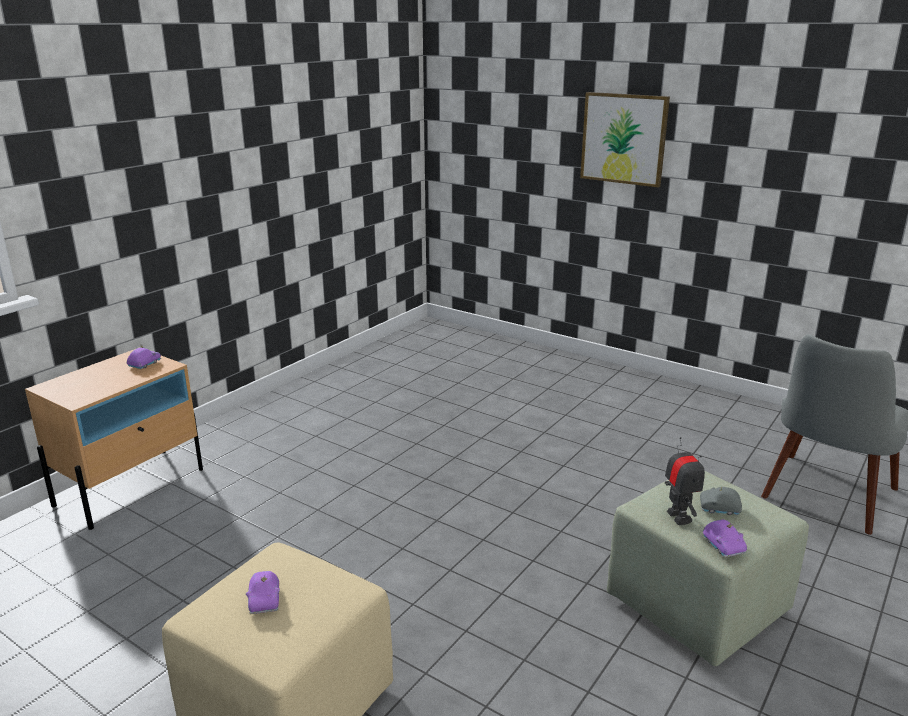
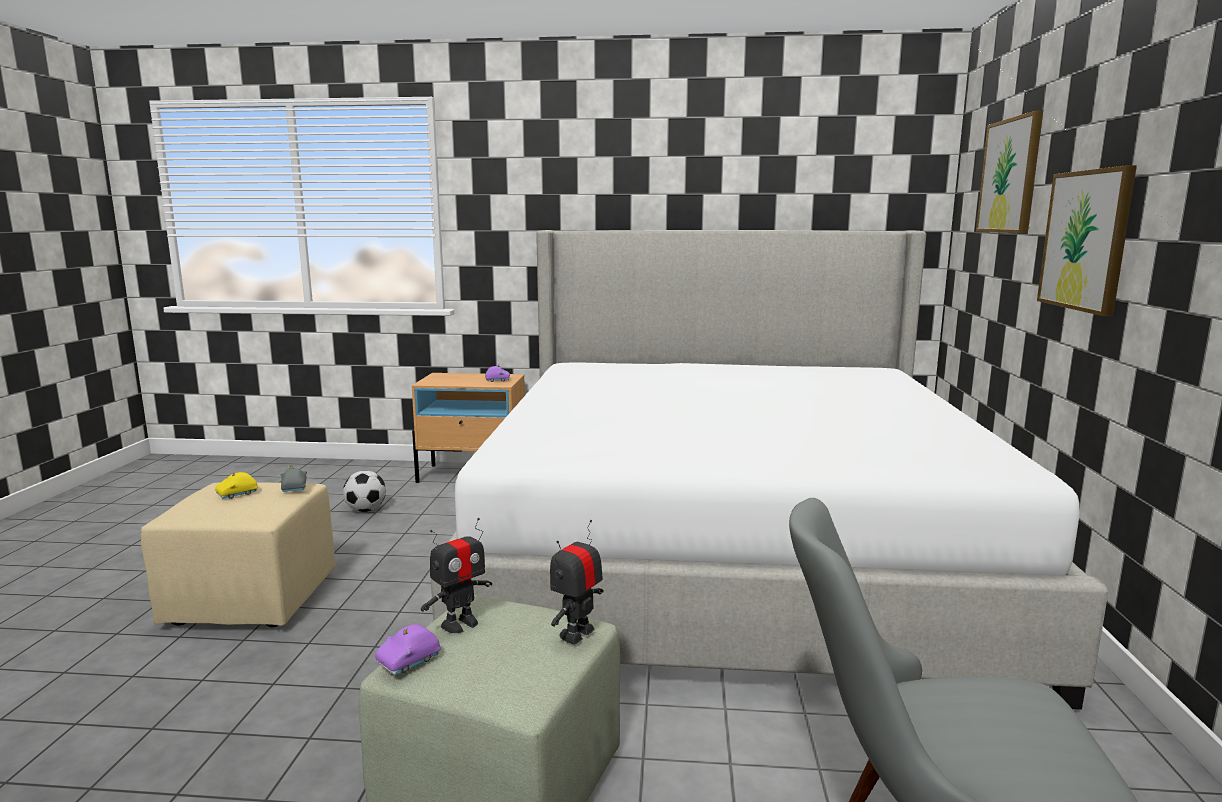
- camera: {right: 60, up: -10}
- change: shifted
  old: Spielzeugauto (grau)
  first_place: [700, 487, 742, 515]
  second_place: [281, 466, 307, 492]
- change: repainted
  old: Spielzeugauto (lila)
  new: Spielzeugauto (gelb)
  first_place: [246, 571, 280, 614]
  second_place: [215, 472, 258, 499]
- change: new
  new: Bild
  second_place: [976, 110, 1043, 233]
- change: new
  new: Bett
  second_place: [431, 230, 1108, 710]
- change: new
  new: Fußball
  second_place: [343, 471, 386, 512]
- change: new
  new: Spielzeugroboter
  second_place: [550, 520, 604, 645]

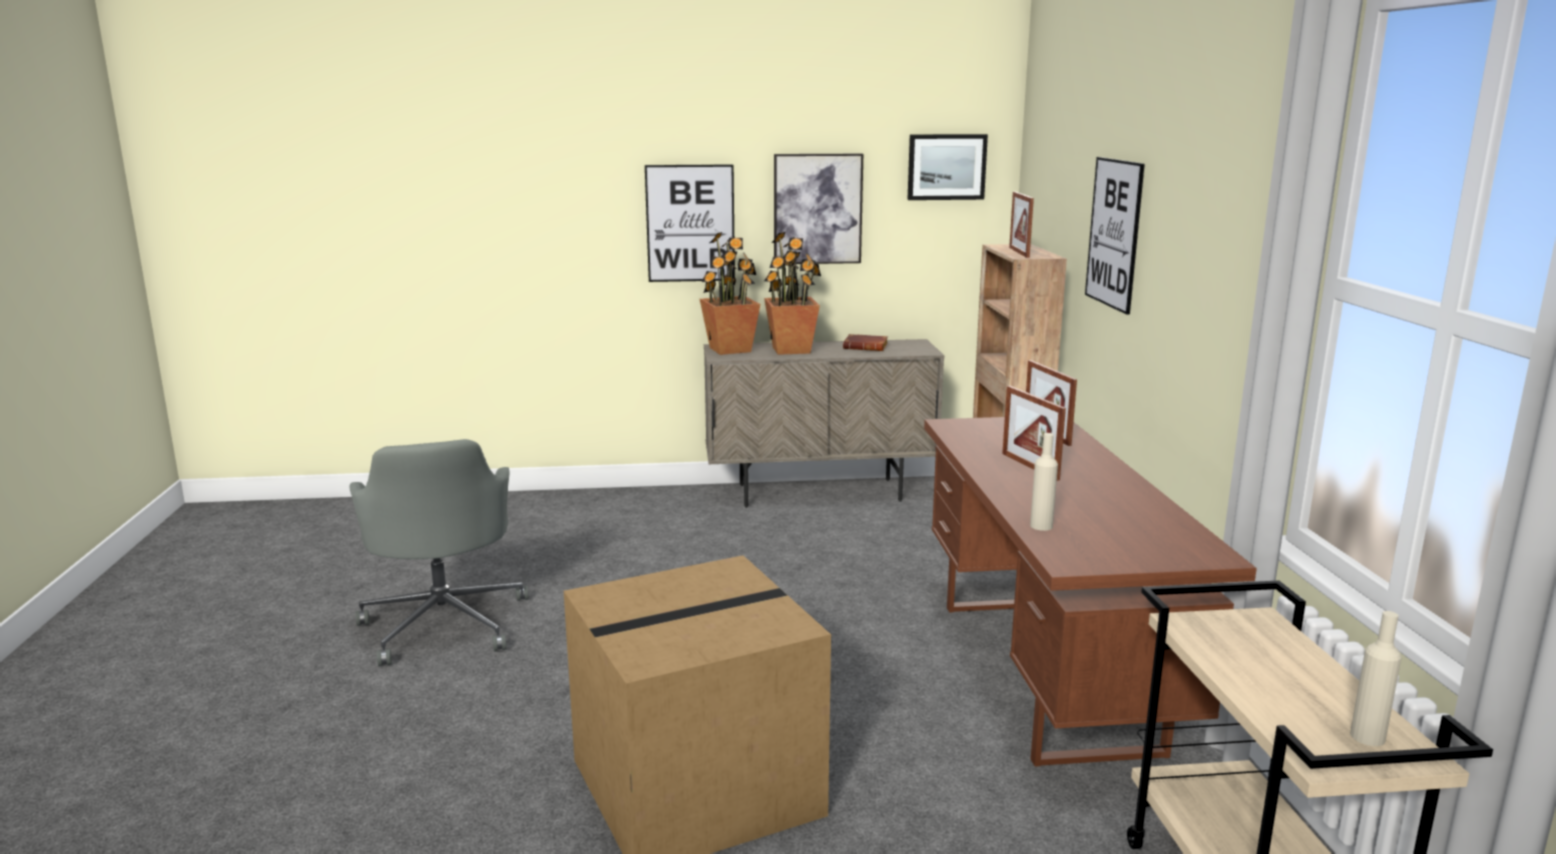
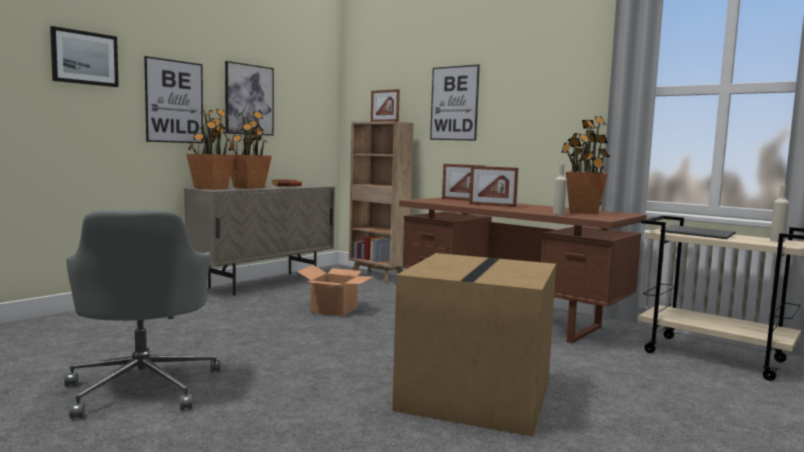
- camera: {right: -45, up: -10}
- change: shifted
  old: Bild
  first_place: [907, 134, 988, 200]
  second_place: [50, 26, 119, 87]
- change: rotated
  old: Bürostuhl (grau)
  first_place: [349, 439, 529, 666]
  second_place: [64, 210, 221, 419]
  degrees: 45
- change: new
  new: Topfpflanze
  second_place: [561, 116, 610, 214]
- change: new
  new: Tastatur
  second_place: [660, 225, 735, 239]
- change: new
  new: Karton
  second_place: [297, 265, 373, 316]

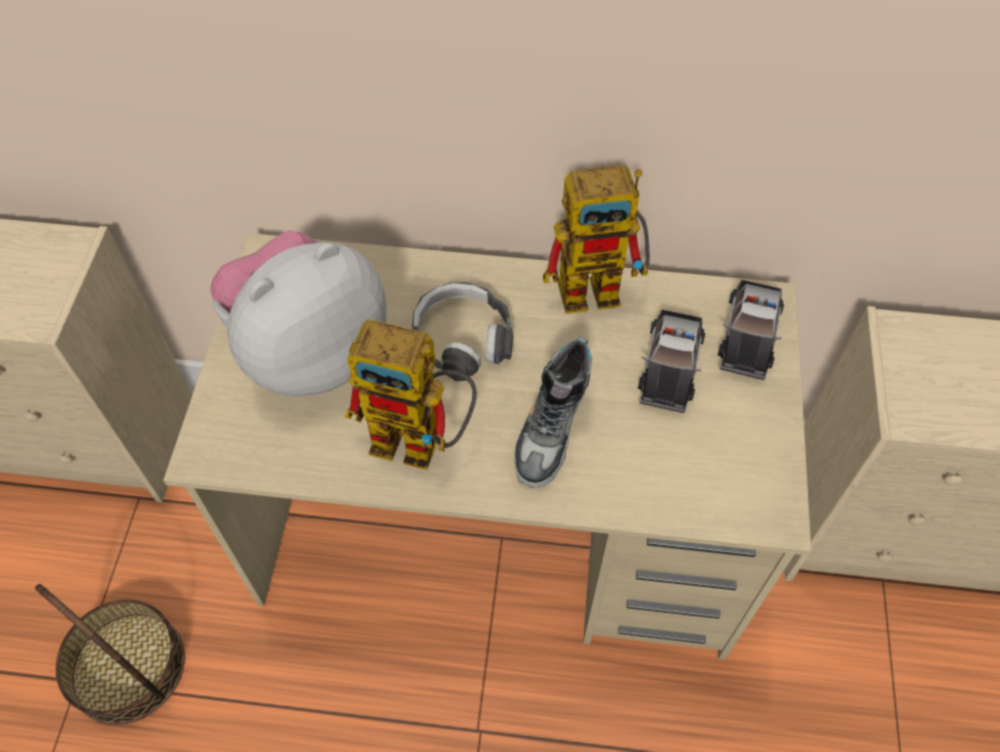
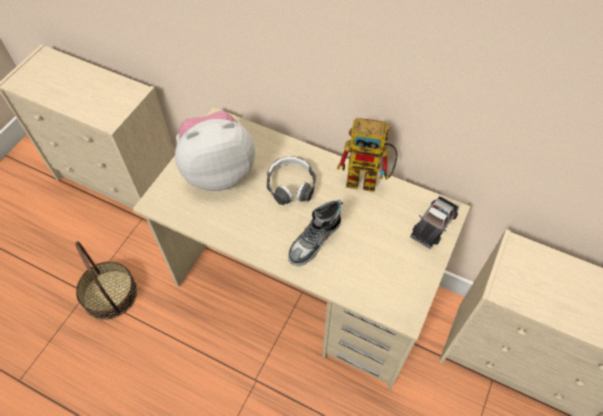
- camera: {right: 20, up: 0}
- change: gone
  old: Spielzeugauto
  first_place: [638, 310, 705, 413]
- change: gone
  old: Spielzeugroboter
  first_place: [345, 319, 477, 470]

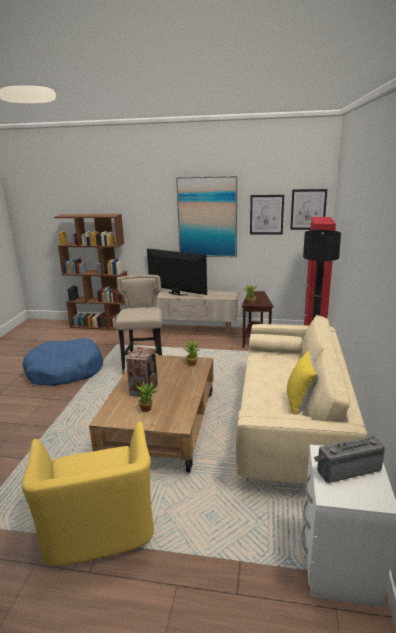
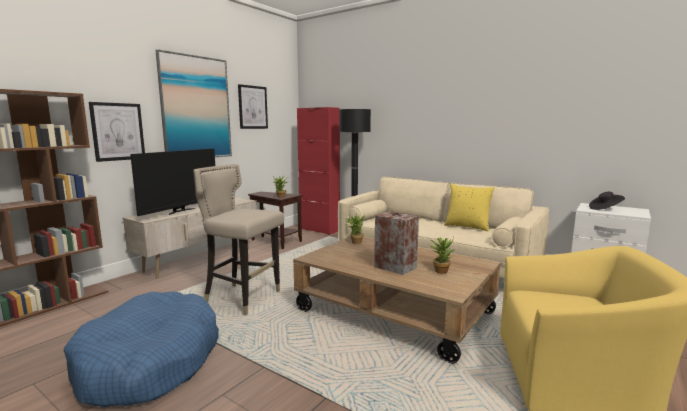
- camera: {right: -65, up: -10}
- change: shifted
  old: Bild
  first_place: [290, 189, 327, 230]
  second_place: [89, 102, 145, 162]
- change: rotated
  old: Fernseher
  first_place: [147, 249, 207, 296]
  second_place: [130, 148, 215, 216]
  degrees: 150
- change: swapped
  old: Radio
  new: Hut (schwarz)
  first_place: [314, 435, 385, 483]
  second_place: [589, 192, 625, 210]

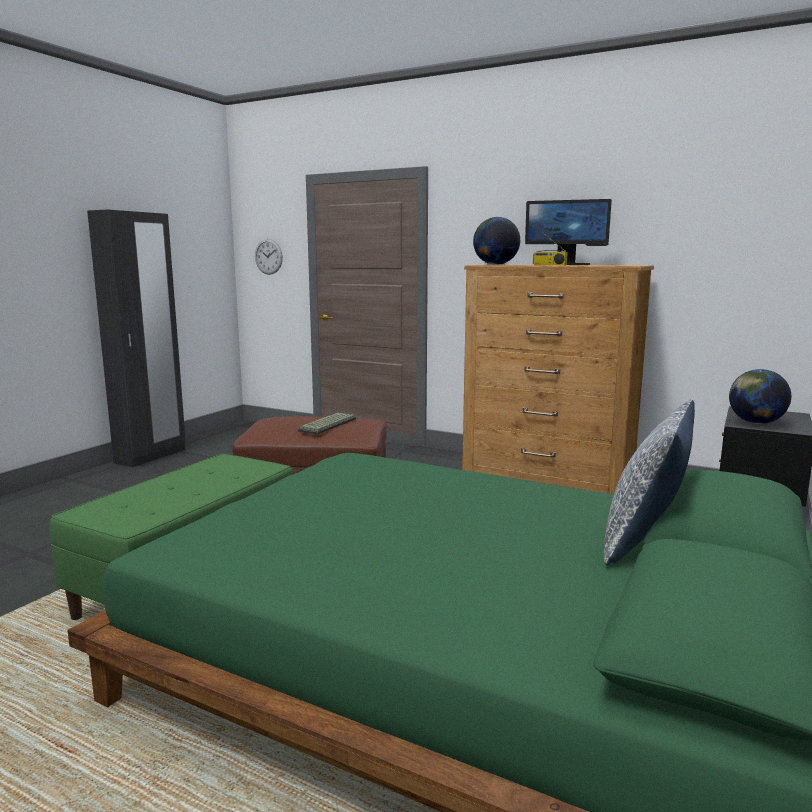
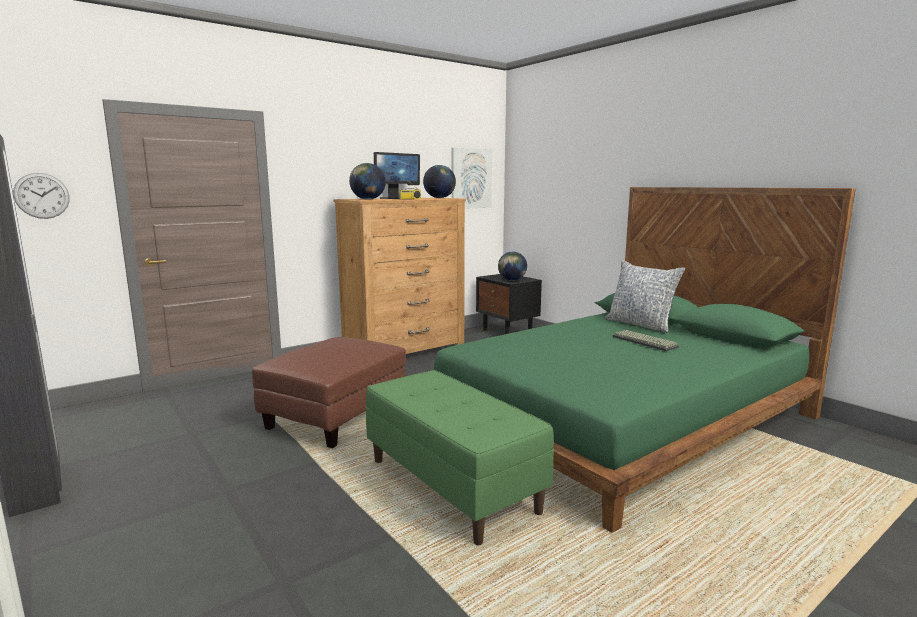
- camera: {right: -65, up: 0}
- change: shifted
  old: Tastatur
  first_place: [298, 413, 356, 434]
  second_place: [613, 330, 679, 351]
- change: new
  new: Bild
  second_place: [452, 148, 492, 209]
- change: new
  new: Globus
  second_place: [423, 165, 456, 198]

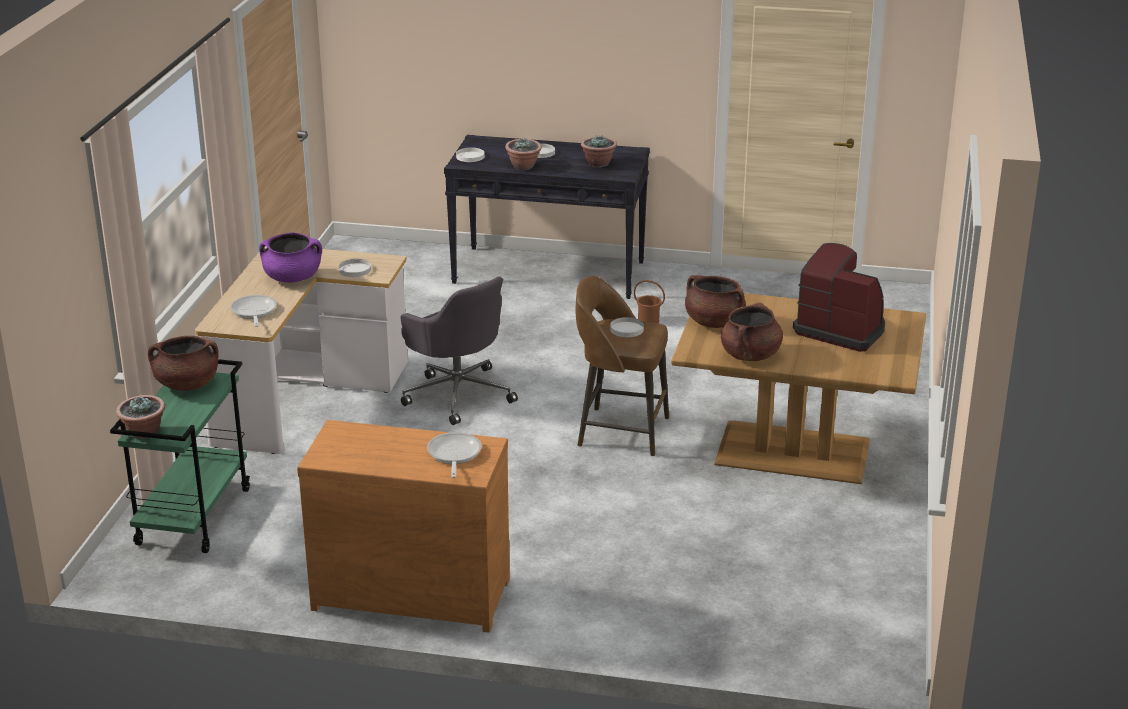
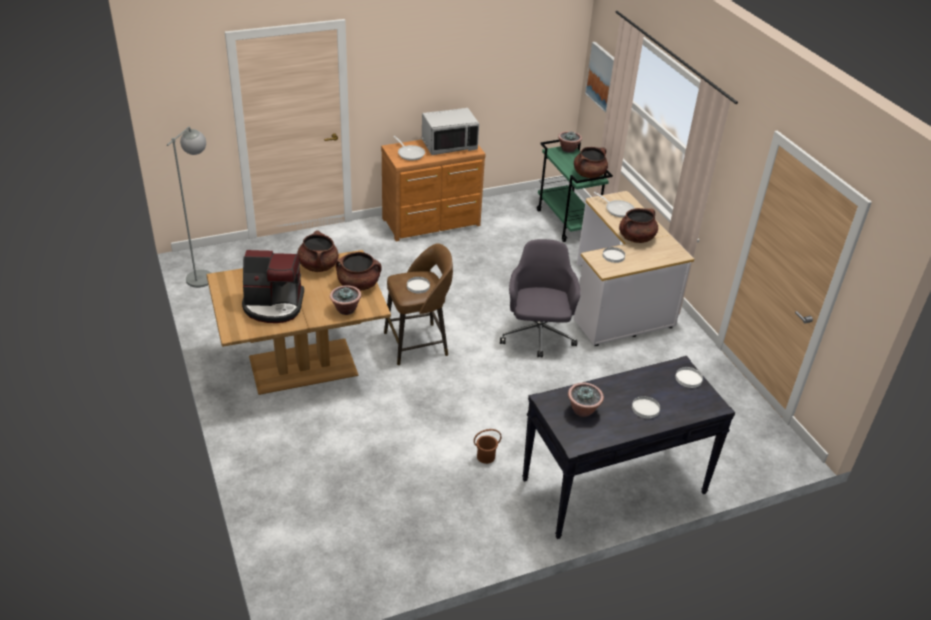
- camera: {right: 145, up: 10}
- change: shifted
  old: Topfpflanze
  first_place: [505, 138, 542, 170]
  second_place: [330, 285, 361, 315]
- change: repainted
  old: Kochtopf (lila)
  new: Kochtopf (braun)
  first_place: [259, 232, 322, 283]
  second_place: [619, 208, 658, 243]
- change: rotated
  old: Bürostuhl (grau)
  first_place: [400, 276, 518, 425]
  second_place: [500, 239, 581, 358]
  degrees: 75
- change: new
  new: Bild
  second_place: [585, 42, 614, 113]
- change: new
  new: Mikrowelle (grau)
  second_place: [422, 108, 479, 155]
- change: new
  new: Stehlampe (grau)
  second_place: [167, 126, 211, 288]

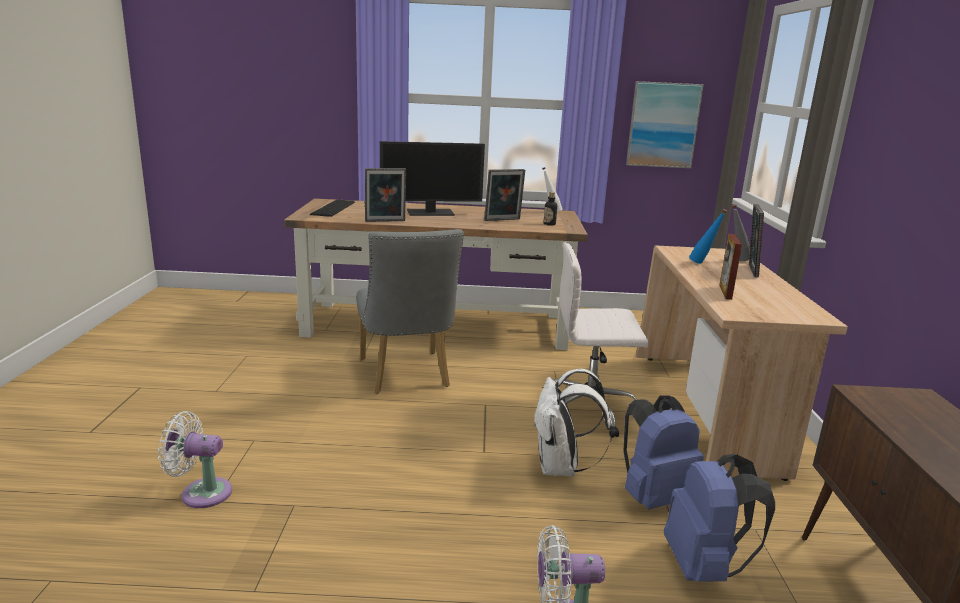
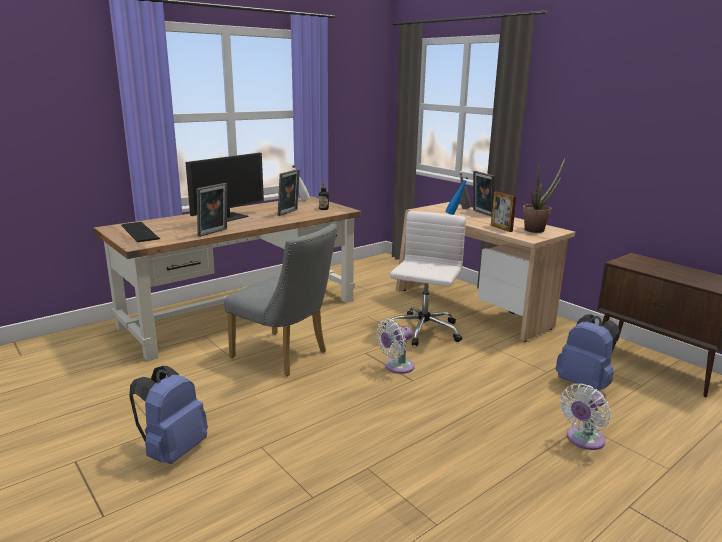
- camera: {right: -40, up: 0}
- change: gone
  old: Bild
  first_place: [626, 81, 704, 168]
- change: rotated
  old: Bürostuhl (weiß)
  first_place: [543, 242, 649, 438]
  second_place: [383, 211, 466, 346]
  degrees: 150
- change: gone
  old: Rucksack (weiß)
  first_place: [533, 369, 612, 477]
- change: shifted
  old: Rucksack (blau)
  first_place: [624, 396, 704, 509]
  second_place: [129, 366, 208, 464]
- change: shifted
  old: Ventilator (weiß)
  first_place: [158, 411, 232, 508]
  second_place: [376, 319, 415, 374]
- change: new
  new: Topfpflanze
  second_place: [523, 157, 566, 233]

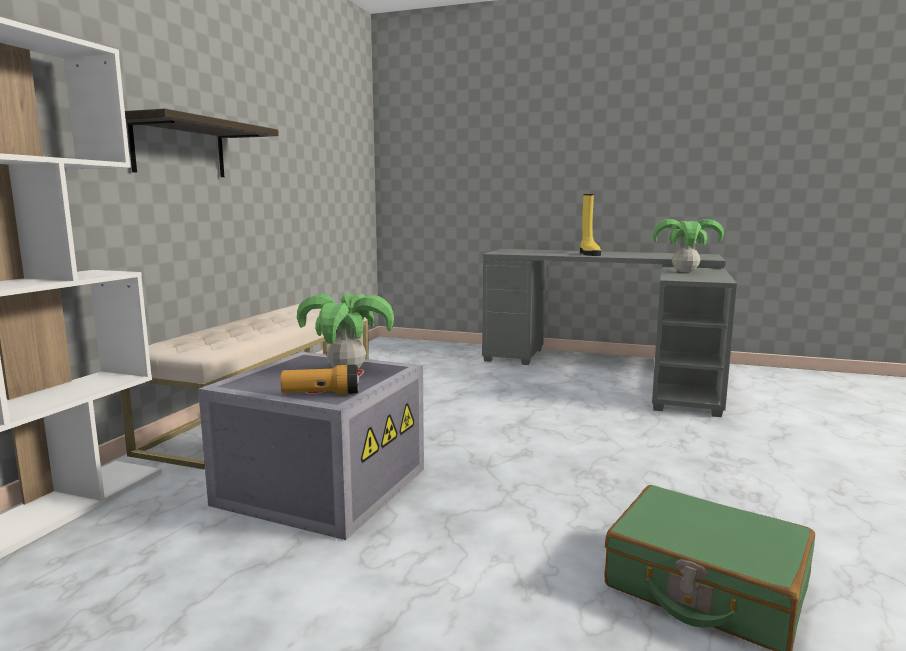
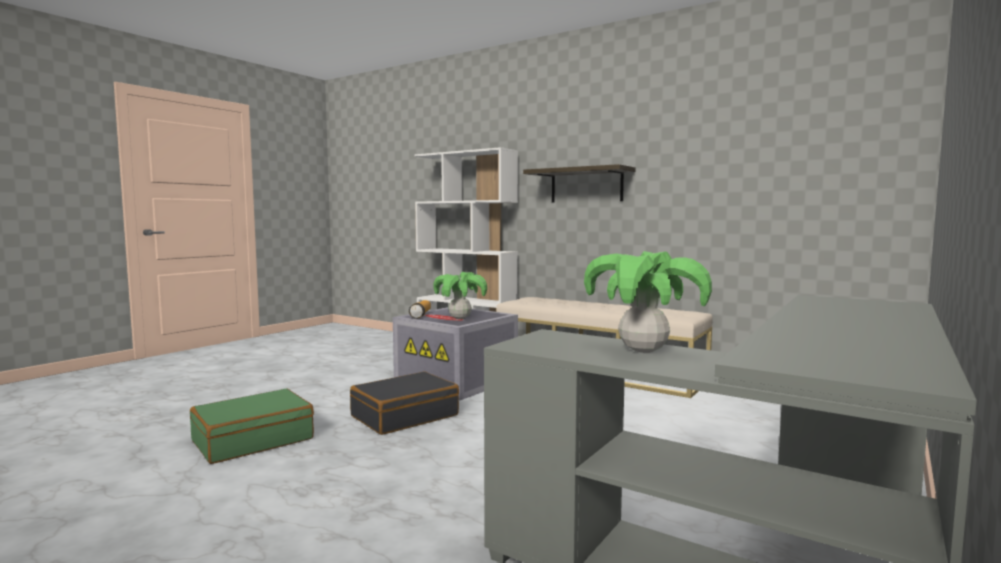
- camera: {right: 105, up: -5}
- change: gone
  old: Stiefel (gelb)
  first_place: [580, 194, 601, 256]
- change: new
  new: Koffer (schwarz)
  second_place: [350, 371, 459, 435]

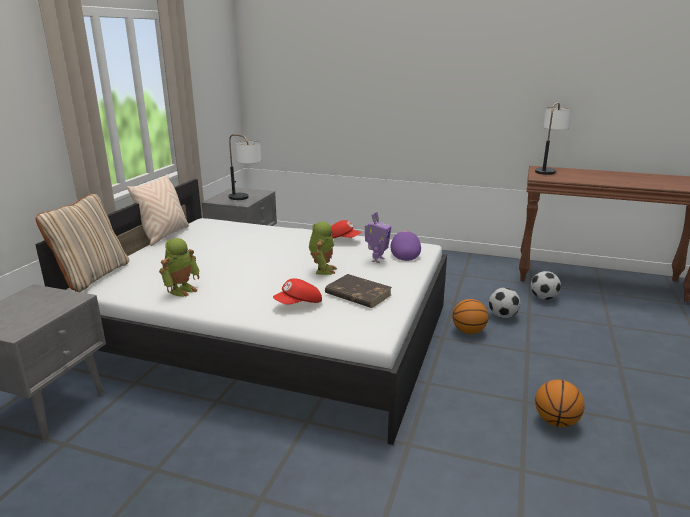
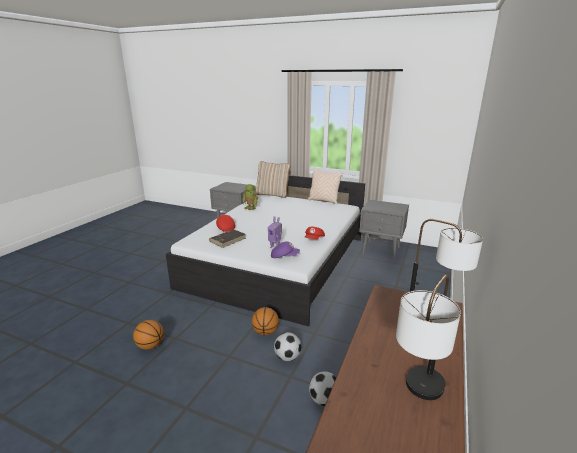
- camera: {right: 95, up: 0}
- change: shifted
  old: Tischlampe
  first_place: [228, 134, 261, 200]
  second_place: [396, 275, 461, 400]
- change: gone
  old: Spielzeugroboter
  first_place: [309, 222, 337, 275]

